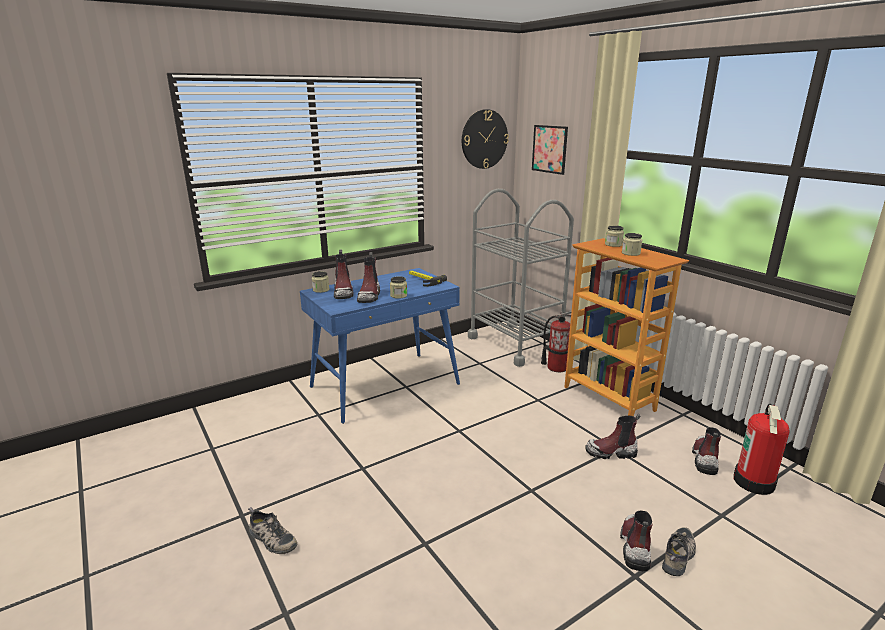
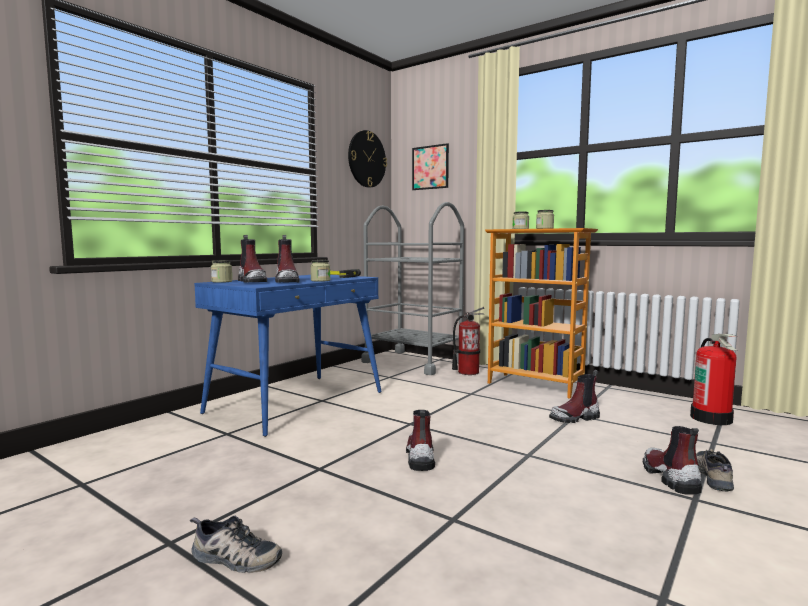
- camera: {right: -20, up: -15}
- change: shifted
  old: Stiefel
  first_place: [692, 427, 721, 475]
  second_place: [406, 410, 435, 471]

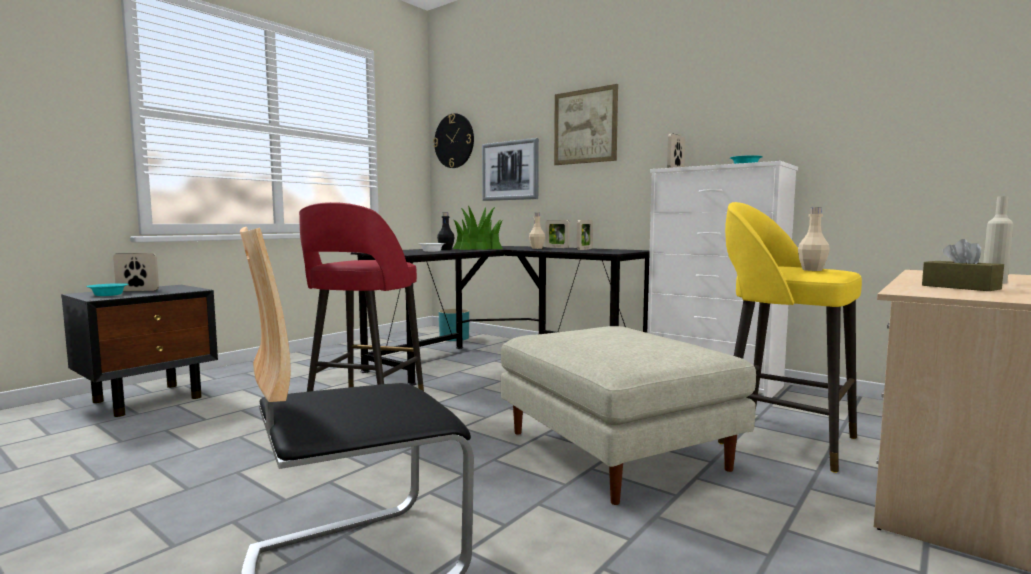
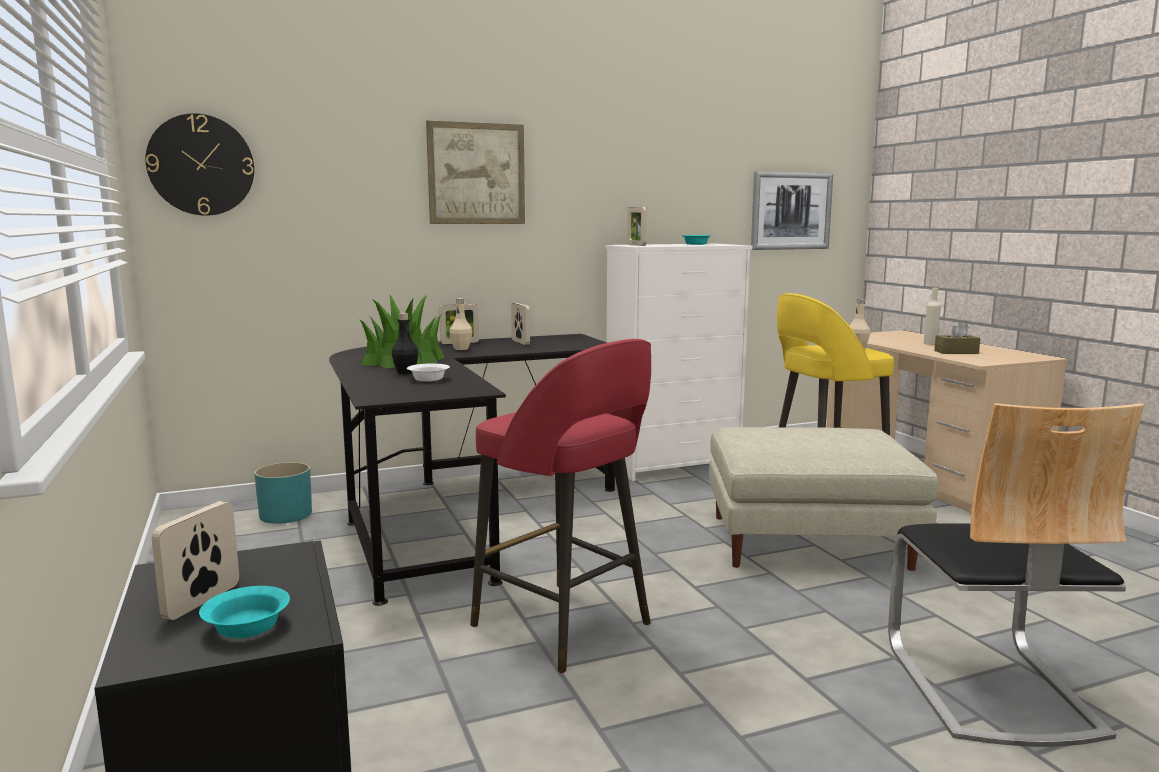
- camera: {right: -60, up: 5}
- change: shifted
  old: Bild
  first_place: [482, 138, 539, 201]
  second_place: [751, 172, 833, 250]

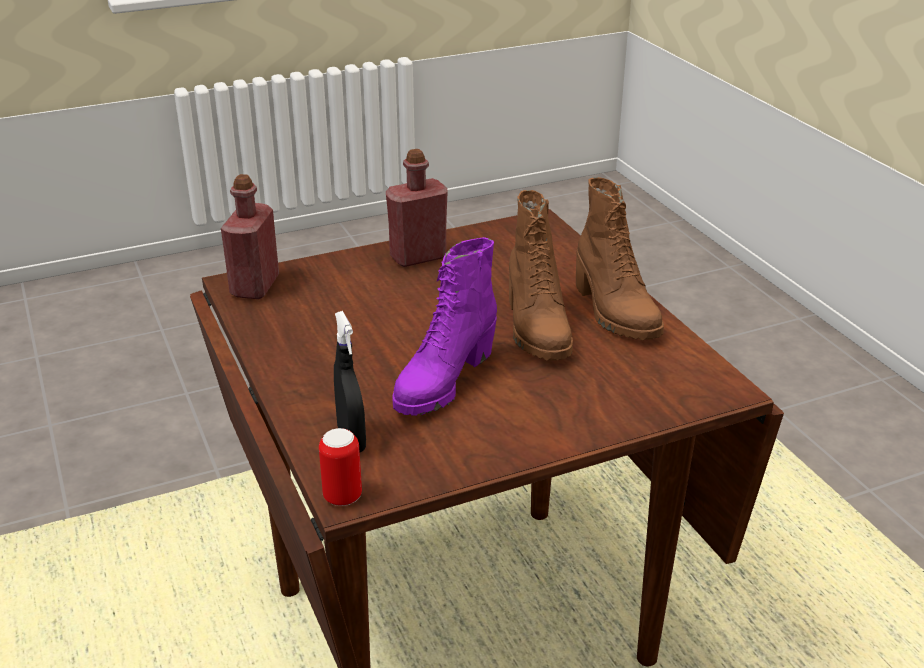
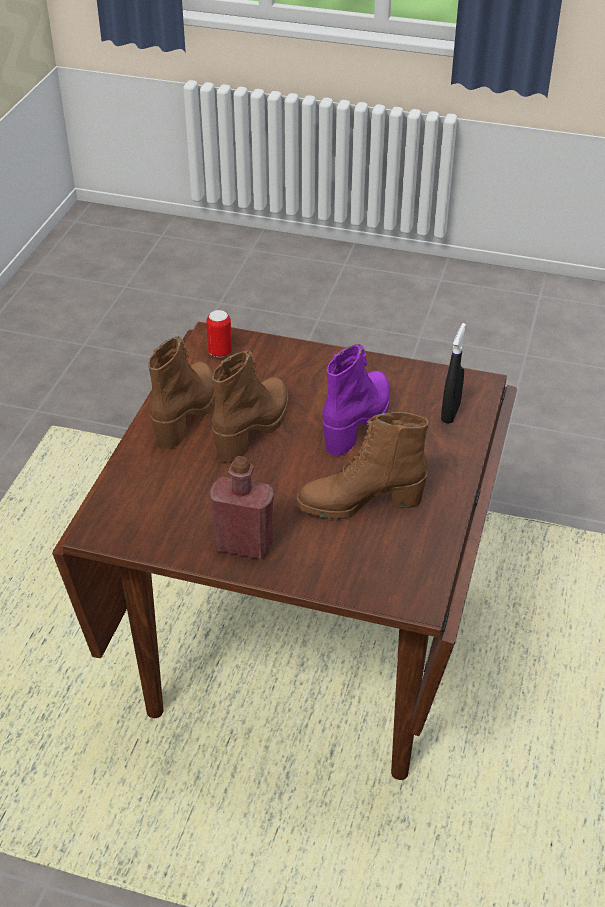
- camera: {right: -140, up: 10}
- change: gone
  old: Flasche (rot)
  first_place: [221, 174, 279, 299]
- change: rotated
  old: Stiefel (lila)
  first_place: [393, 237, 497, 416]
  second_place: [322, 344, 390, 456]
  degrees: -45
- change: shifted
  old: Dose
  first_place: [319, 428, 362, 506]
  second_place: [206, 310, 232, 357]
- change: new
  new: Stiefel (braun)
  second_place: [296, 412, 429, 520]

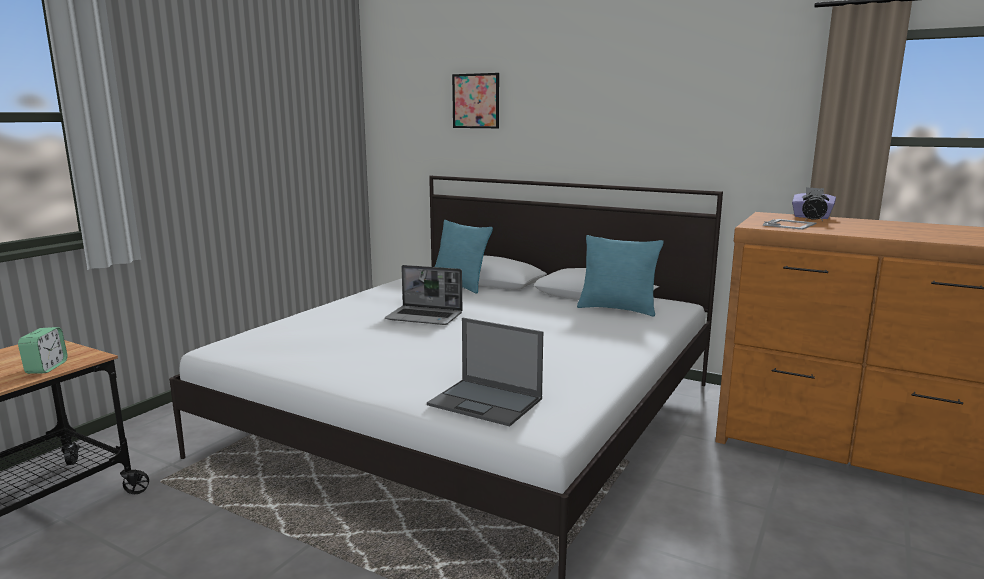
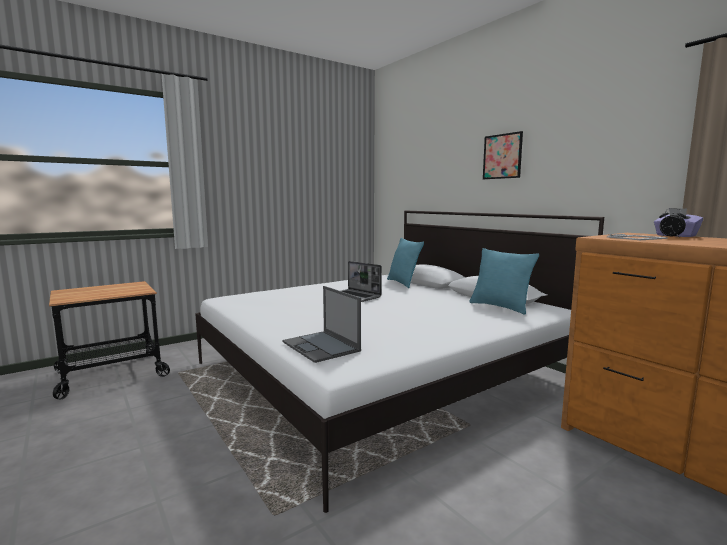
- camera: {right: 25, up: -5}
- change: shifted
  old: Bild
  first_place: [452, 73, 499, 128]
  second_place: [483, 131, 523, 179]
- change: gone
  old: Wecker
  first_place: [18, 327, 68, 374]

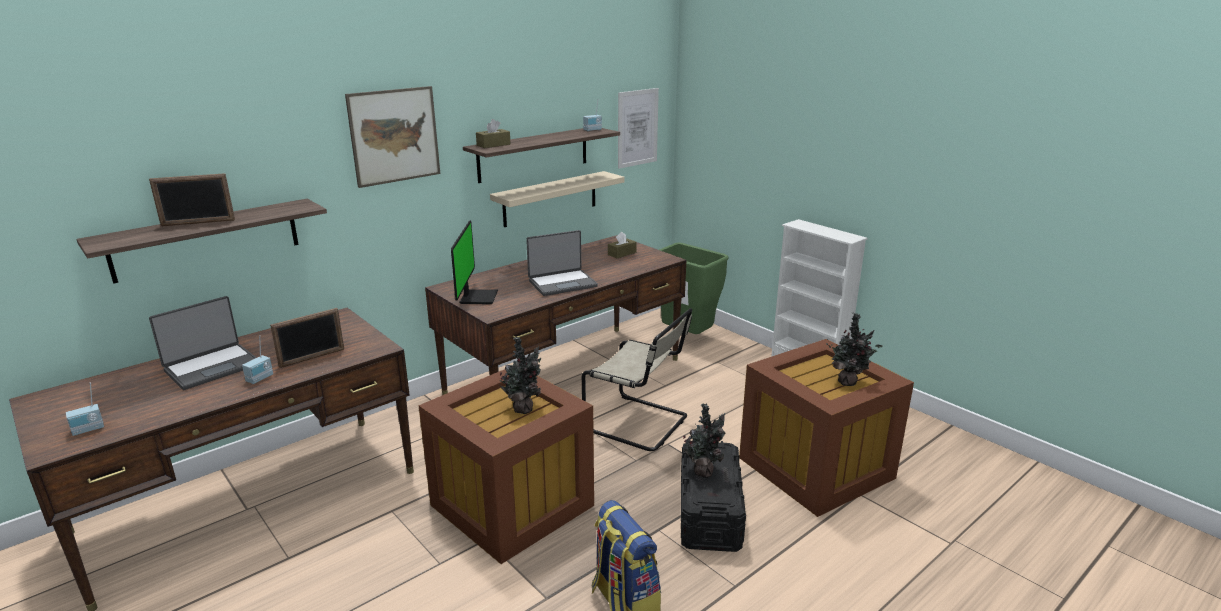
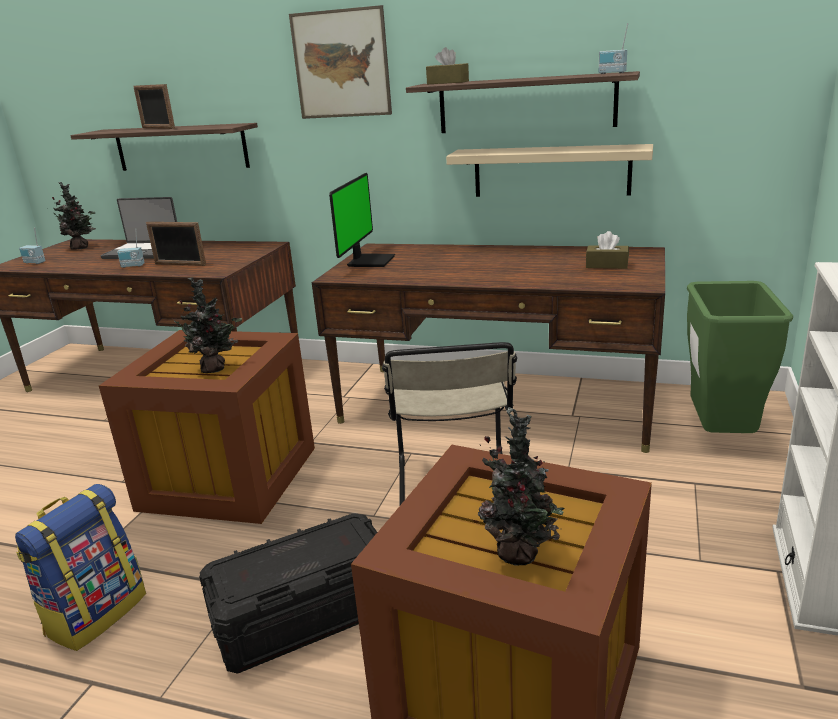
- camera: {right: 60, up: 0}
- change: gone
  old: Bild
  first_place: [618, 88, 659, 169]
- change: rotated
  old: Monitor
  first_place: [451, 220, 498, 304]
  second_place: [329, 173, 395, 267]
  degrees: -45
- change: gone
  old: Laptop
  first_place: [526, 230, 598, 296]
- change: shifted
  old: Topfpflanze
  first_place: [682, 403, 726, 478]
  second_place: [52, 182, 96, 250]

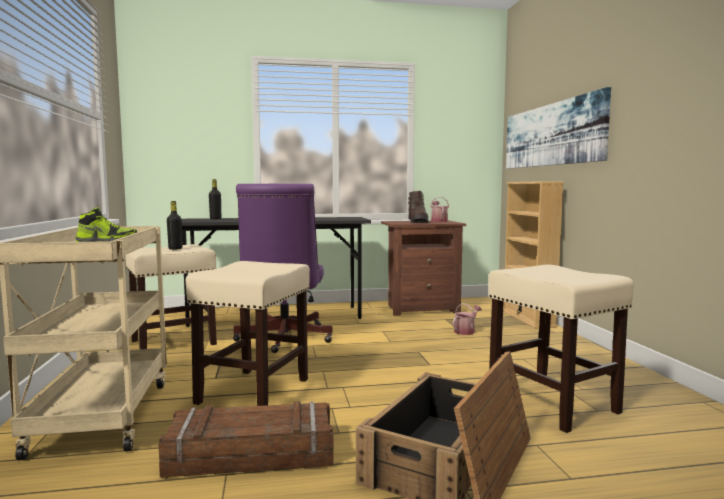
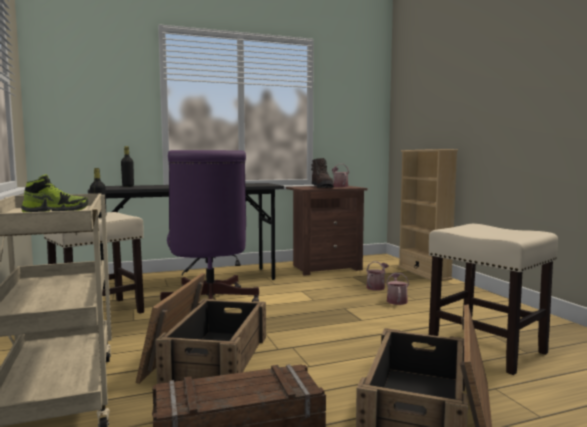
- camera: {right: -10, up: 0}
- change: gone
  old: Bild
  first_place: [506, 87, 611, 169]
- change: swapped
  old: Hocker (beige)
  new: Kiste
  first_place: [186, 261, 310, 406]
  second_place: [136, 273, 266, 384]
- change: new
  new: Gießkanne
  second_place: [386, 273, 409, 305]

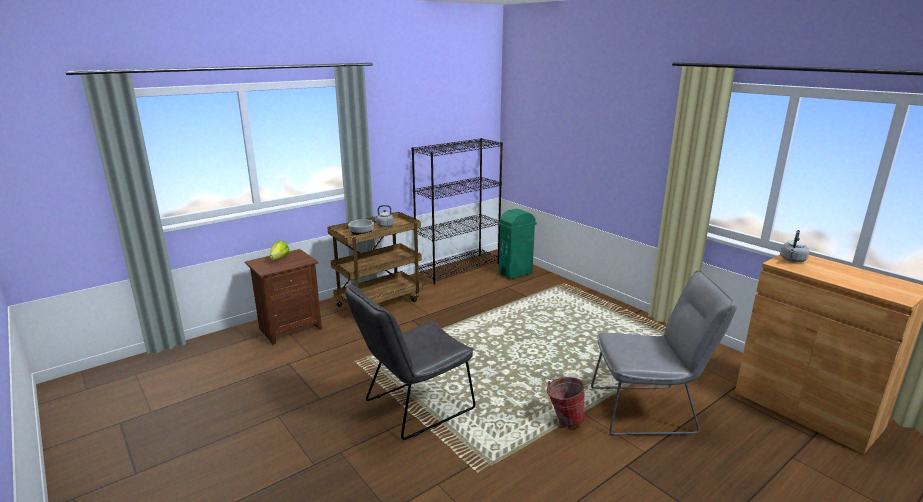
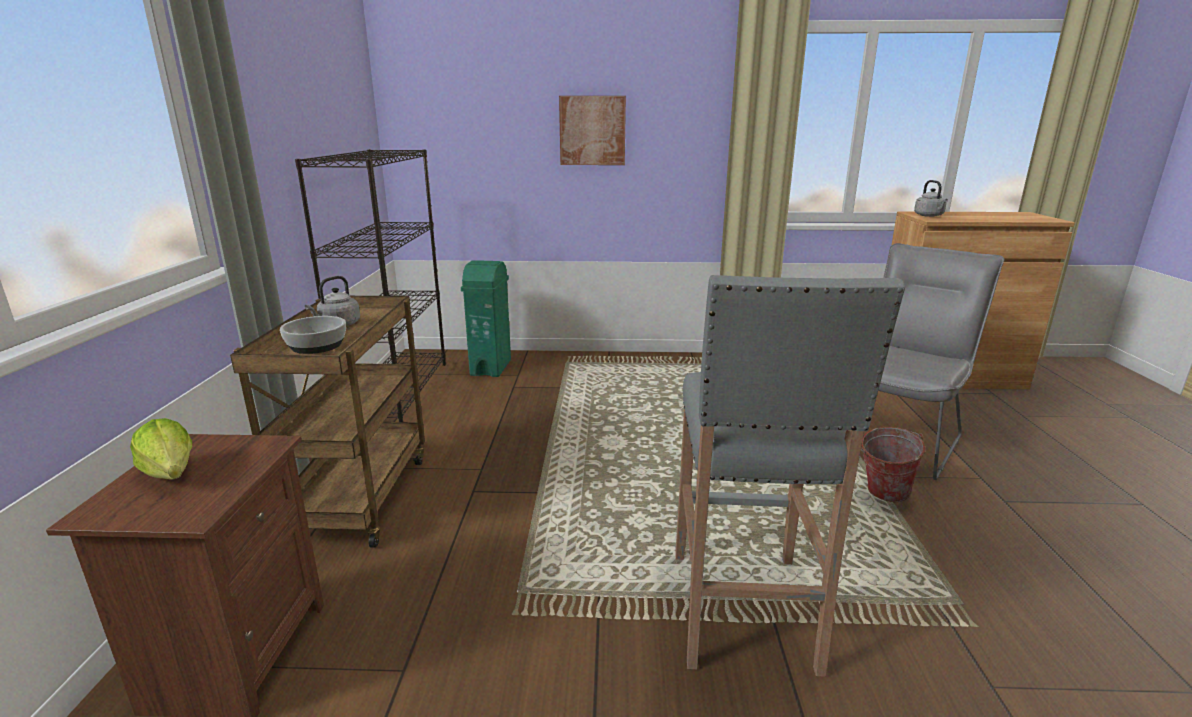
- camera: {right: -50, up: 0}
- change: swapped
  old: Stuhl (grau)
  new: Hocker (grau)
  first_place: [345, 283, 475, 440]
  second_place: [675, 275, 905, 677]
- change: new
  new: Bild
  second_place: [559, 96, 626, 165]

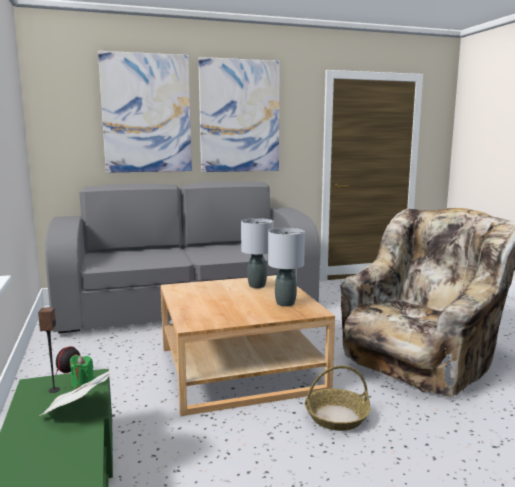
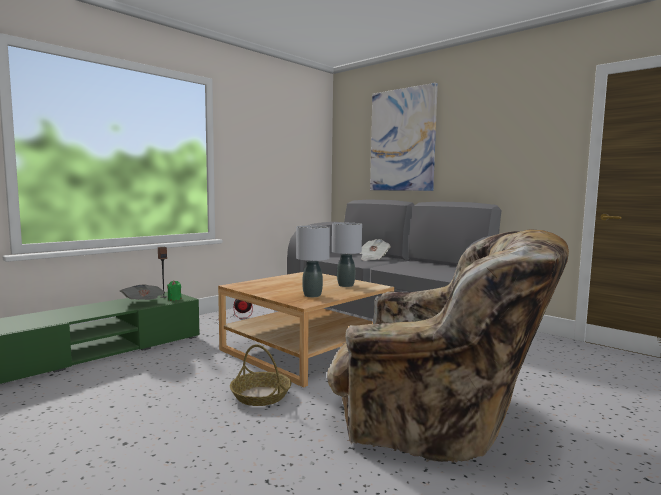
- camera: {right: 60, up: -5}
- change: gone
  old: Bild
  first_place: [198, 57, 280, 172]
- change: new
  new: Zeitung
  second_place: [359, 239, 391, 261]

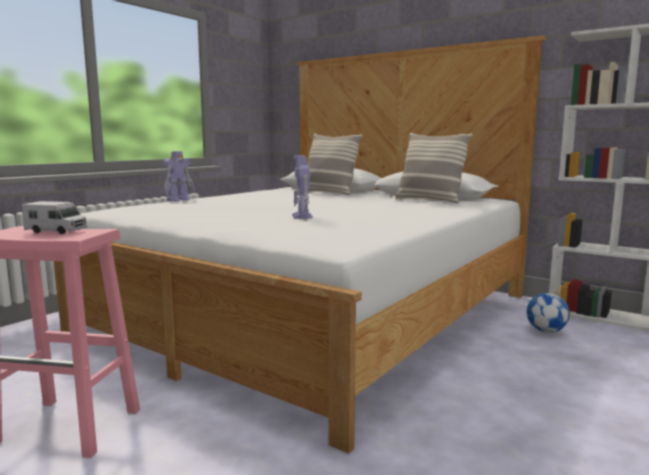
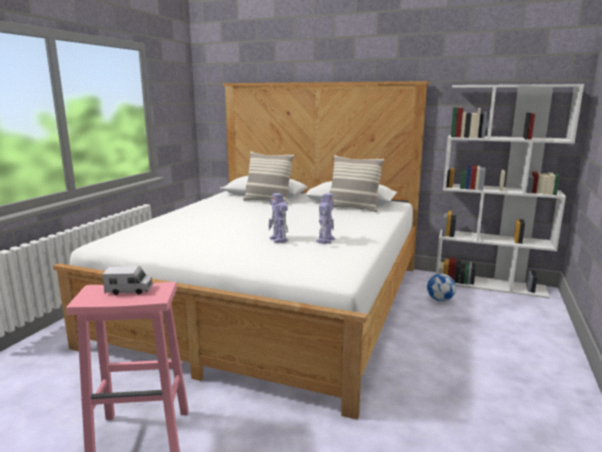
- camera: {right: -15, up: 5}
- change: shifted
  old: Spielzeugroboter
  first_place: [164, 151, 195, 202]
  second_place: [316, 193, 335, 244]

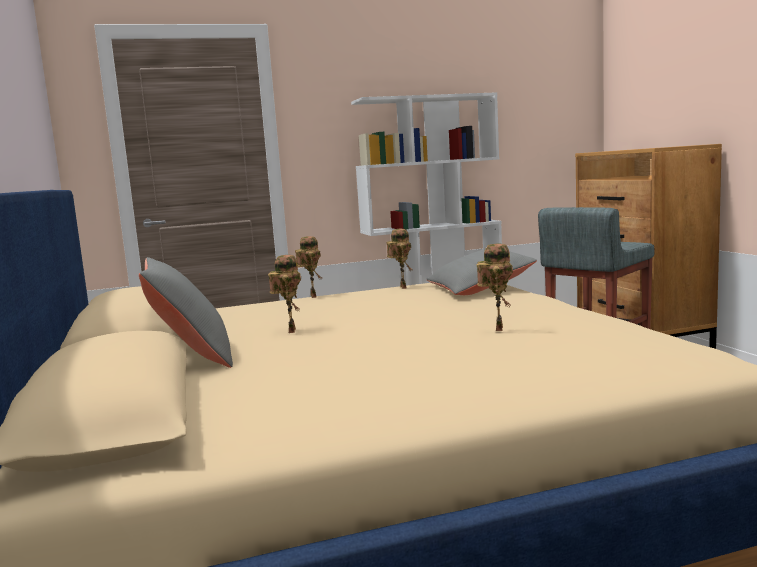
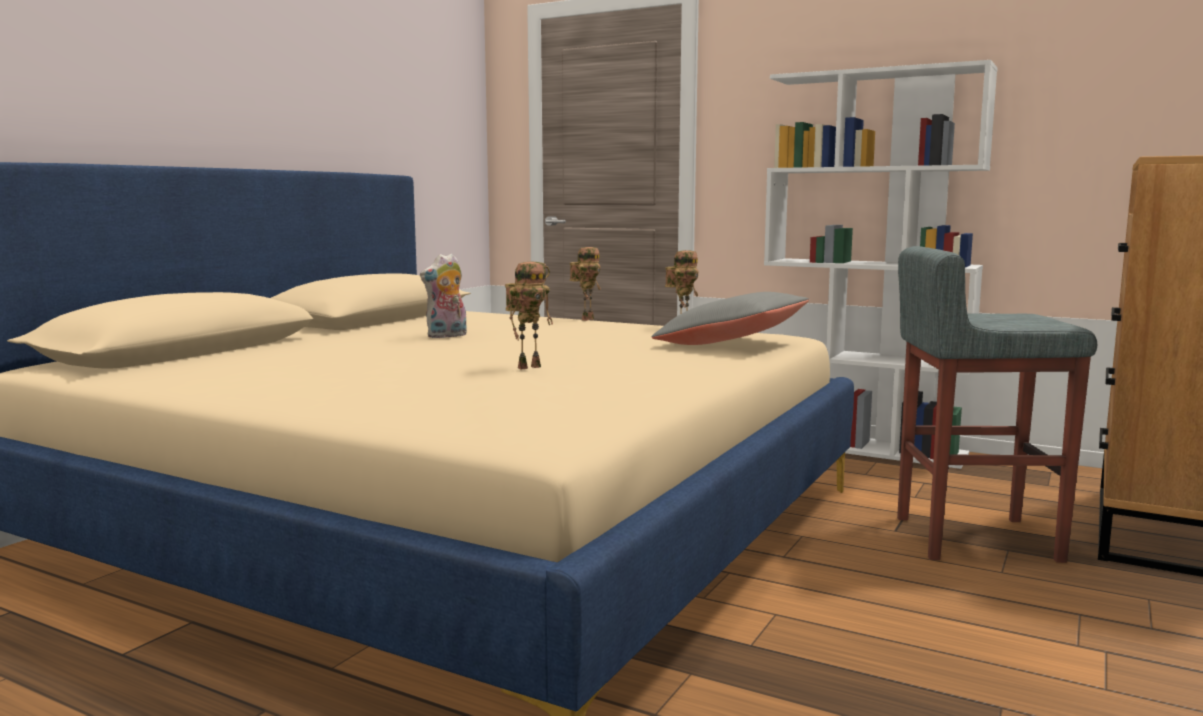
- camera: {right: 45, up: 0}
- change: swapped
  old: Spielzeugroboter
  new: Plüschtier
  first_place: [268, 255, 301, 333]
  second_place: [420, 254, 467, 338]
- change: gone
  old: Kissen (grau)
  first_place: [139, 257, 233, 368]

